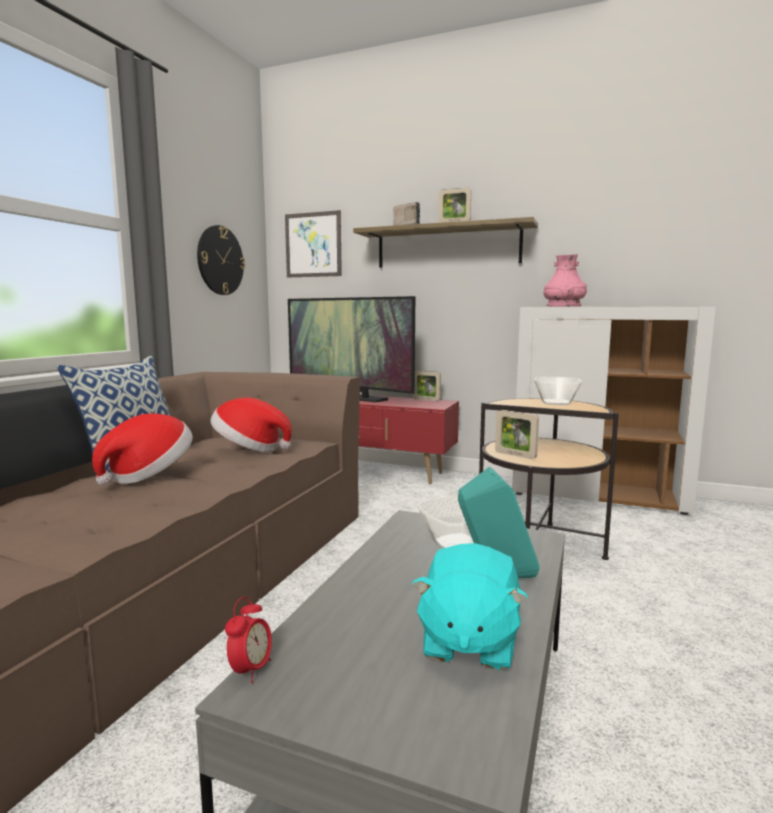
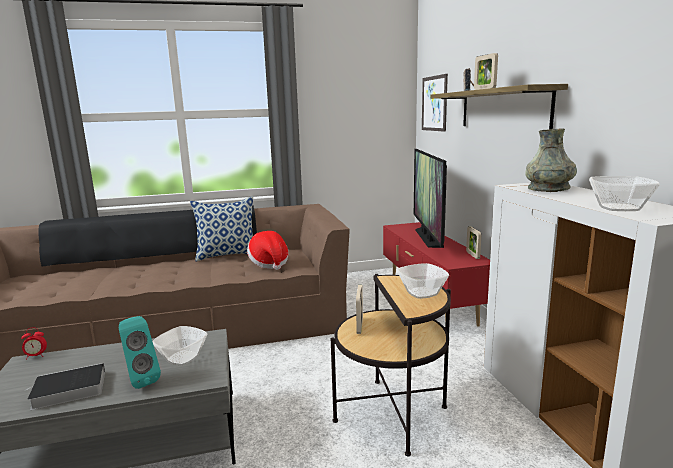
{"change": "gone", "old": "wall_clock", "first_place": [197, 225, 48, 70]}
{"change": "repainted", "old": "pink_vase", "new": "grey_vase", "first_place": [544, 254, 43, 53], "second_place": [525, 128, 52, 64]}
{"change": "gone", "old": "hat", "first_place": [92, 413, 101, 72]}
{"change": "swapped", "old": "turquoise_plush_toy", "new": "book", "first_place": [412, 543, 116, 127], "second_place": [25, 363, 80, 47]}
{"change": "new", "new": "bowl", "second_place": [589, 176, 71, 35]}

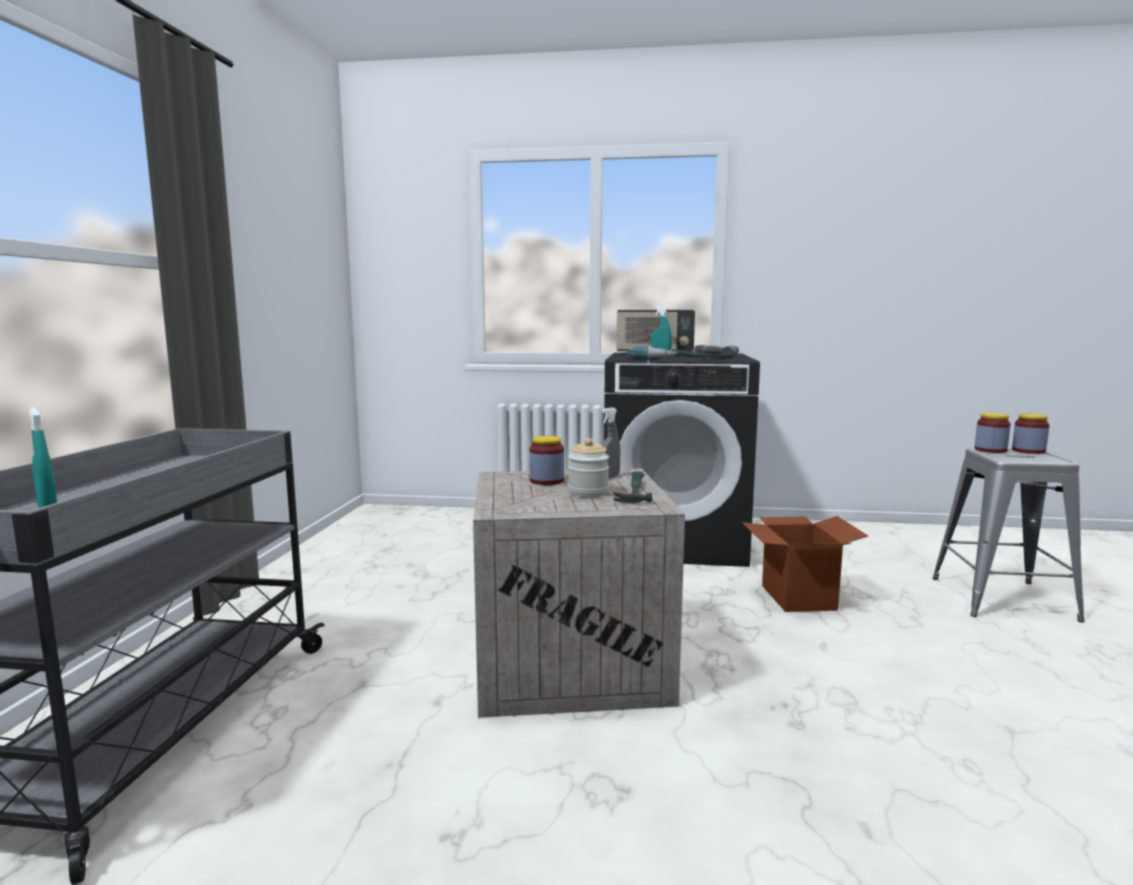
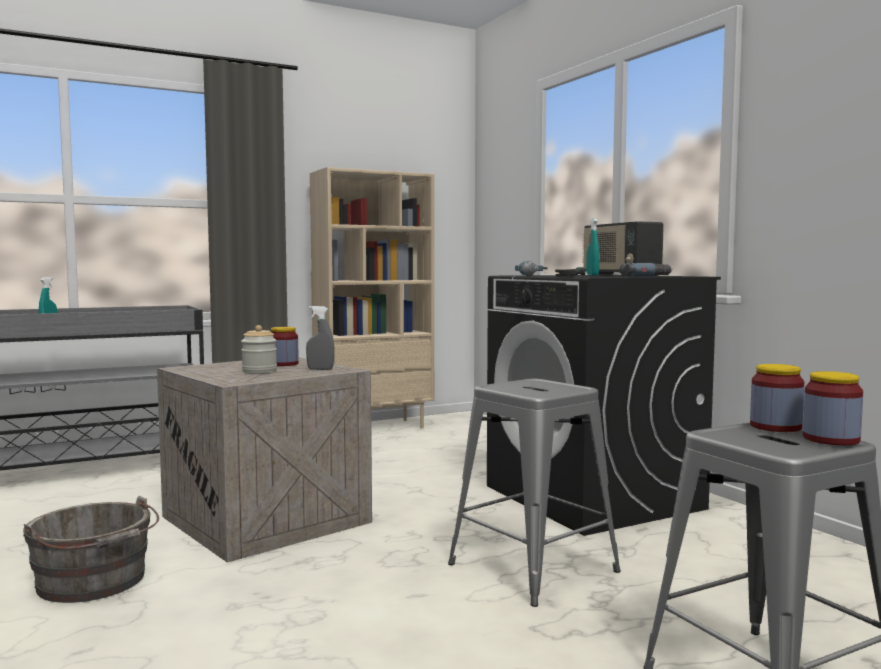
{"change": "gone", "old": "hammer", "first_place": [613, 471, 39, 32]}
{"change": "swapped", "old": "cardboard_box", "new": "grey_stool", "first_place": [742, 516, 126, 96], "second_place": [448, 379, 173, 228]}
{"change": "new", "new": "beige_bookcase", "second_place": [310, 167, 124, 261]}
{"change": "new", "new": "grey_bucket", "second_place": [23, 496, 136, 107]}

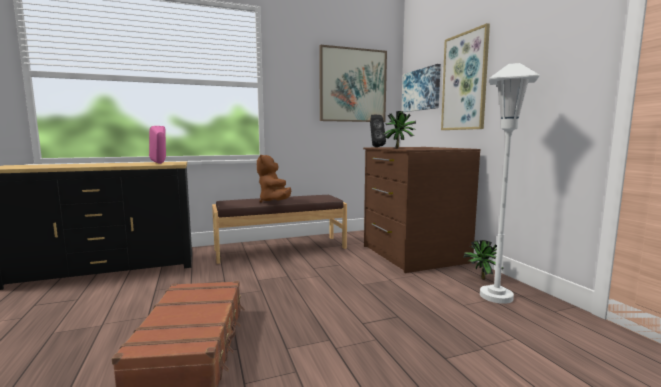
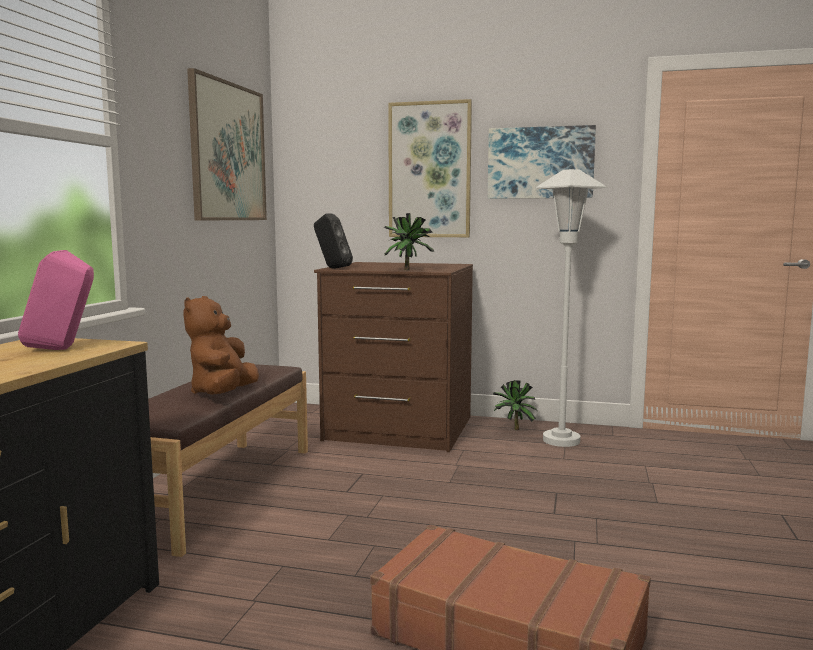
{"change": "shifted", "old": "picture", "first_place": [402, 64, 39, 48], "second_place": [488, 125, 108, 74]}
{"change": "rotated", "old": "brown_plush_toy", "first_place": [257, 155, 34, 48], "second_place": [183, 296, 76, 99], "degrees": 75}

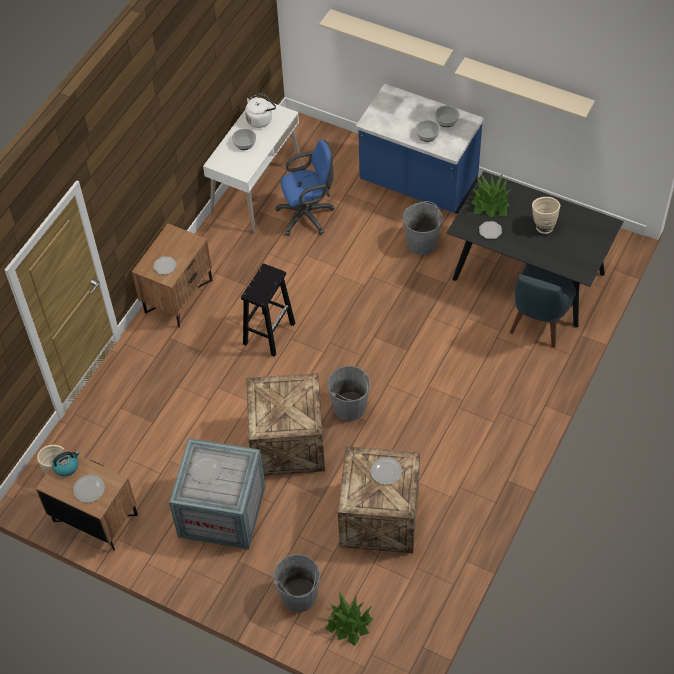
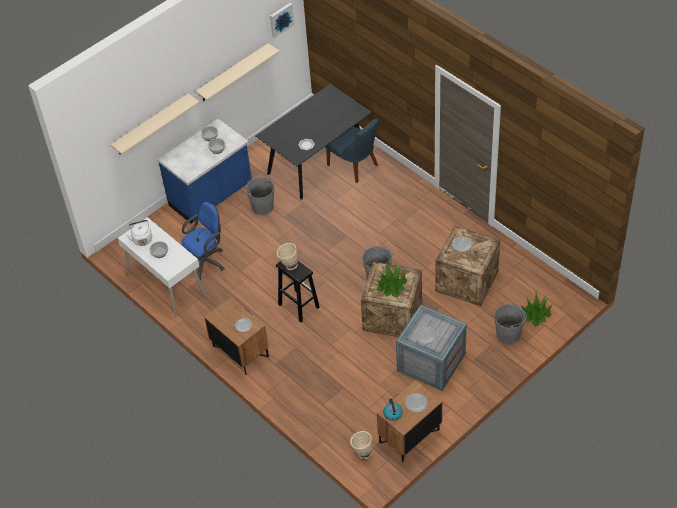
{"change": "rotated", "old": "blue_office_chair", "first_place": [275, 140, 60, 96], "second_place": [181, 202, 43, 78], "degrees": 45}
{"change": "shifted", "old": "potted_plant", "first_place": [471, 173, 40, 44], "second_place": [377, 263, 30, 35]}
{"change": "shifted", "old": "beige_vase", "first_place": [532, 197, 28, 37], "second_place": [277, 243, 21, 27]}
{"change": "new", "new": "picture", "second_place": [270, 3, 24, 35]}

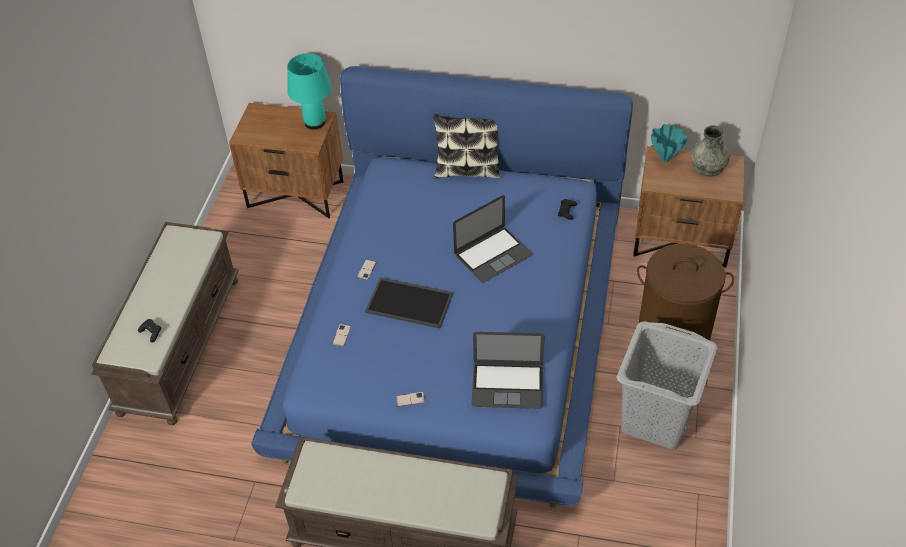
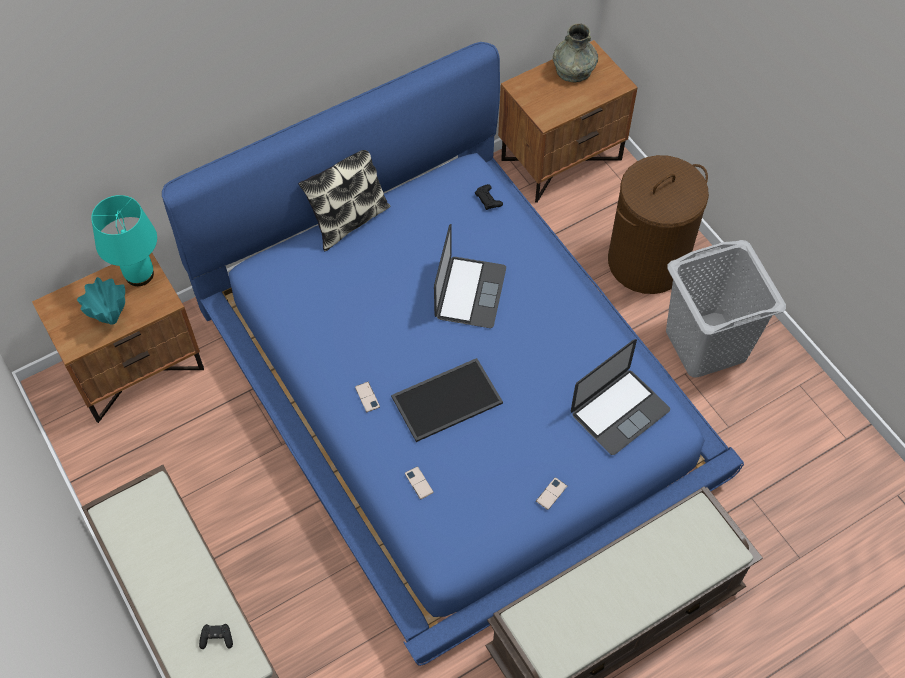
{"change": "shifted", "old": "turquoise_vase", "first_place": [651, 124, 37, 38], "second_place": [77, 277, 48, 48]}

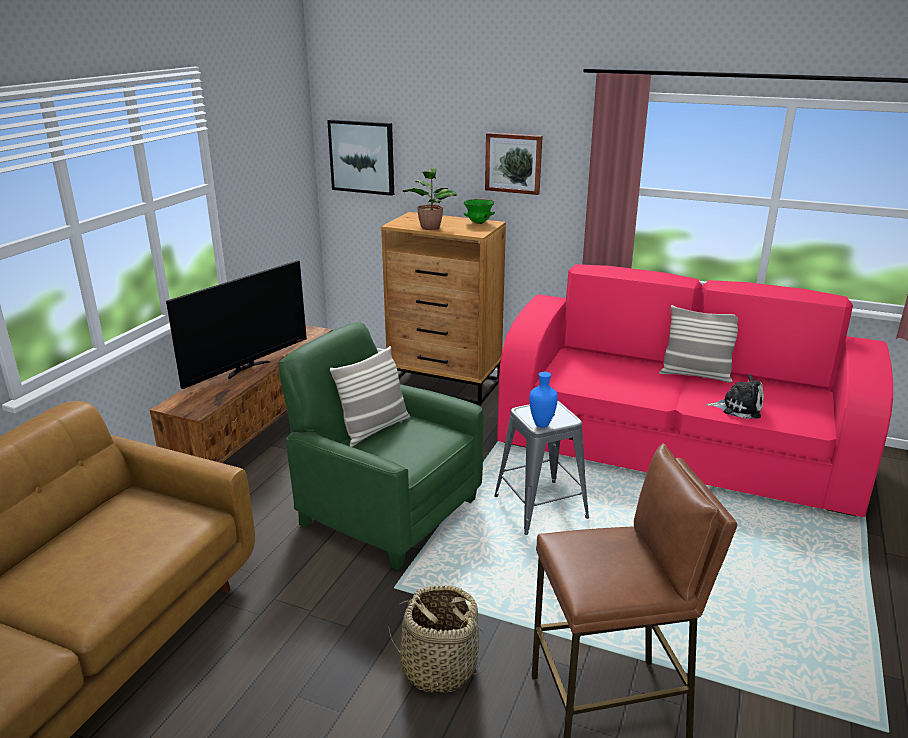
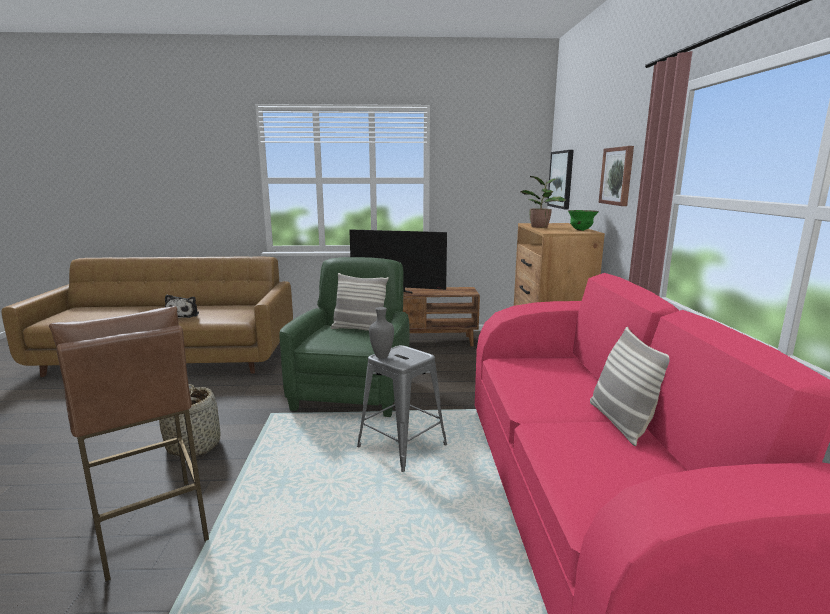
{"change": "repainted", "old": "blue_vase", "new": "grey_vase", "first_place": [529, 372, 29, 56], "second_place": [369, 307, 25, 52]}
{"change": "shifted", "old": "plush_toy", "first_place": [706, 374, 58, 45], "second_place": [165, 295, 34, 23]}

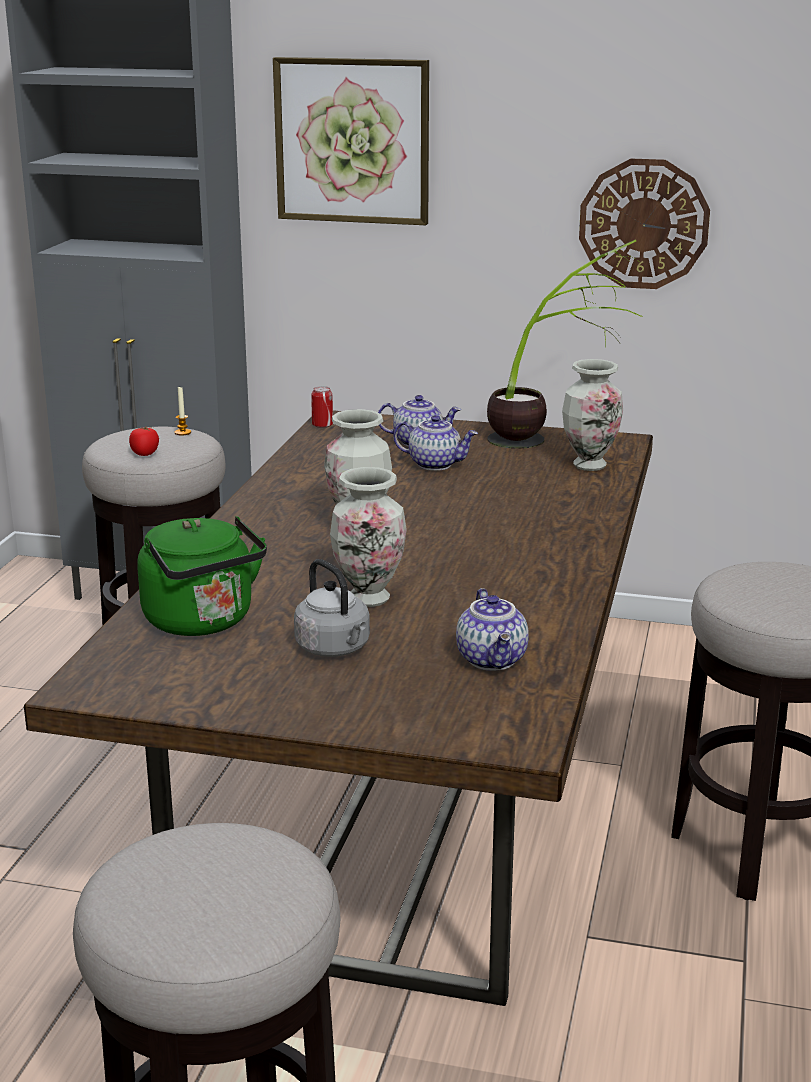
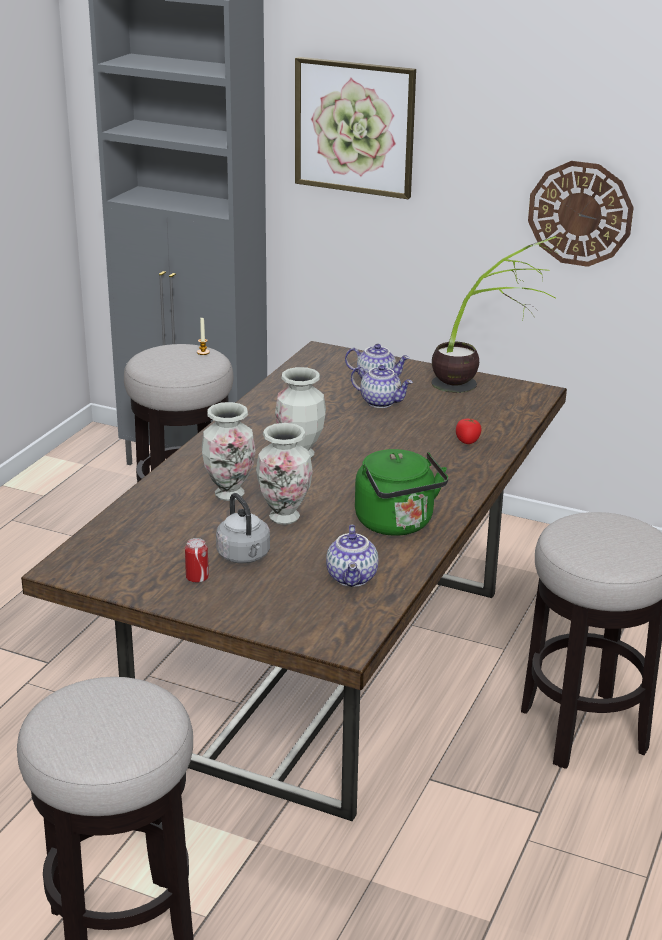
{"change": "shifted", "old": "vase", "first_place": [562, 359, 61, 112], "second_place": [202, 402, 54, 99]}
{"change": "shifted", "old": "can", "first_place": [311, 386, 22, 42], "second_place": [185, 538, 24, 45]}
{"change": "shifted", "old": "tomato", "first_place": [129, 427, 30, 29], "second_place": [456, 418, 26, 26]}
{"change": "shifted", "old": "green_kettle", "first_place": [137, 516, 130, 120], "second_place": [355, 449, 93, 87]}

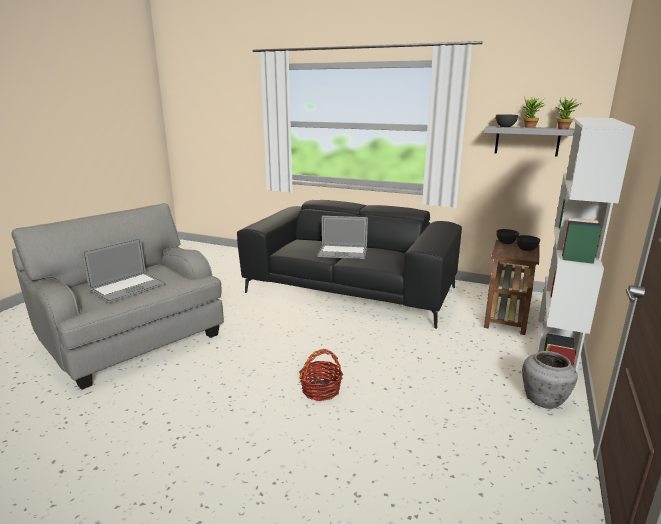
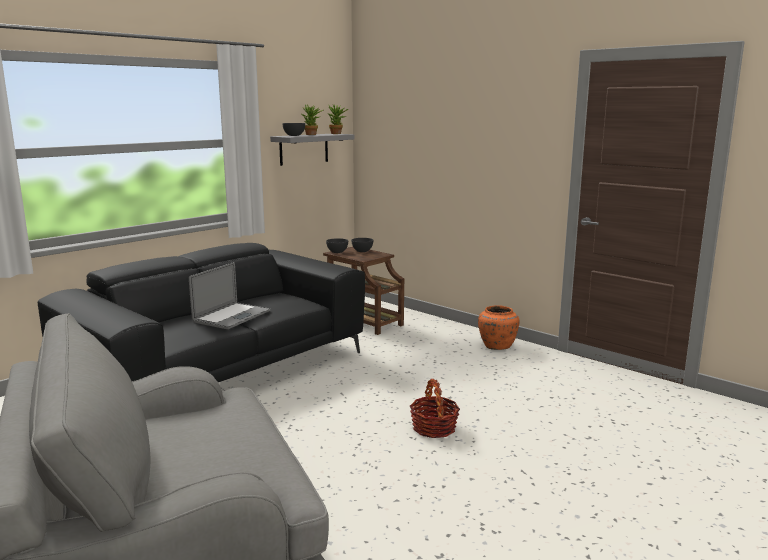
{"change": "gone", "old": "white_bookcase", "first_place": [537, 117, 98, 271]}
{"change": "gone", "old": "laptop", "first_place": [82, 237, 84, 66]}
{"change": "repainted", "old": "grey_vase", "new": "orange_vase", "first_place": [522, 351, 55, 58], "second_place": [478, 305, 41, 45]}

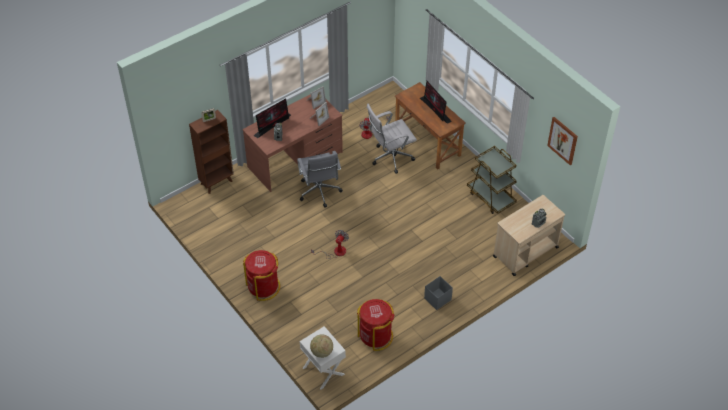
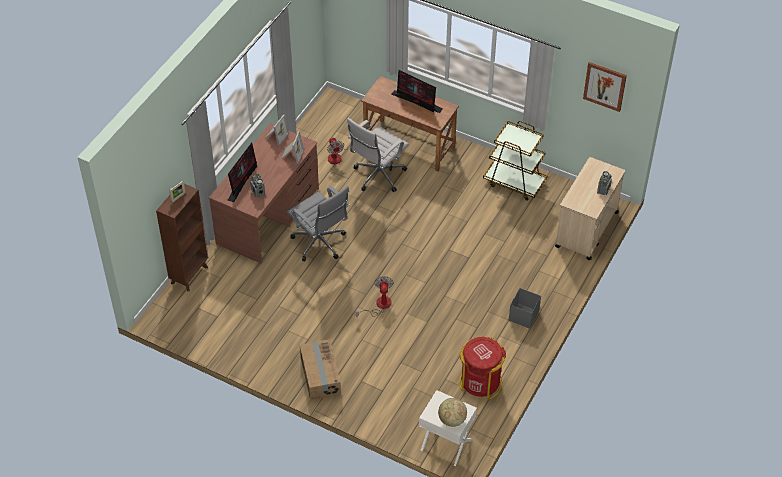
{"change": "swapped", "old": "red_trash_can", "new": "cardboard_box", "first_place": [243, 250, 37, 51], "second_place": [300, 339, 41, 61]}

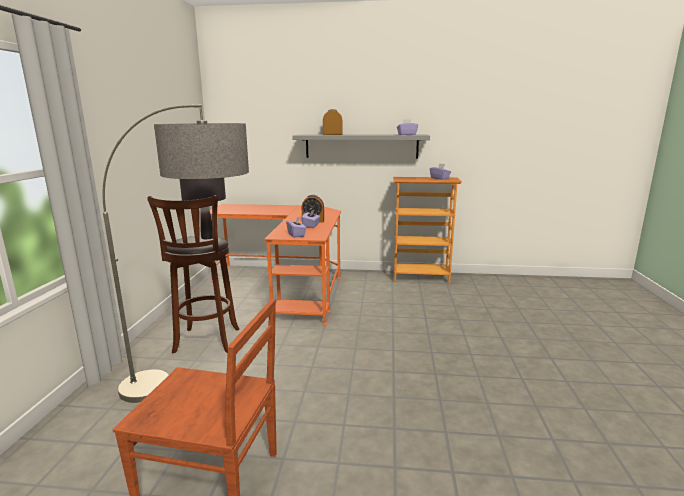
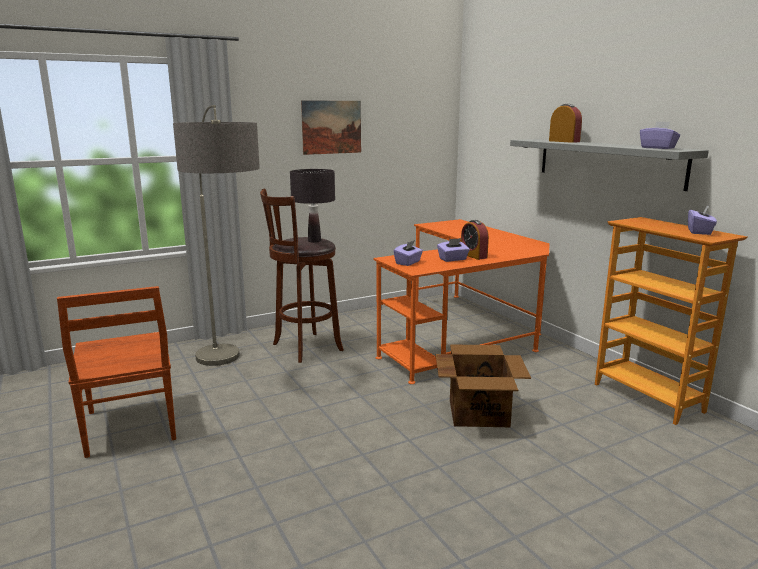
{"change": "new", "new": "picture", "second_place": [301, 100, 60, 55]}
{"change": "new", "new": "cardboard_box", "second_place": [436, 344, 95, 83]}

